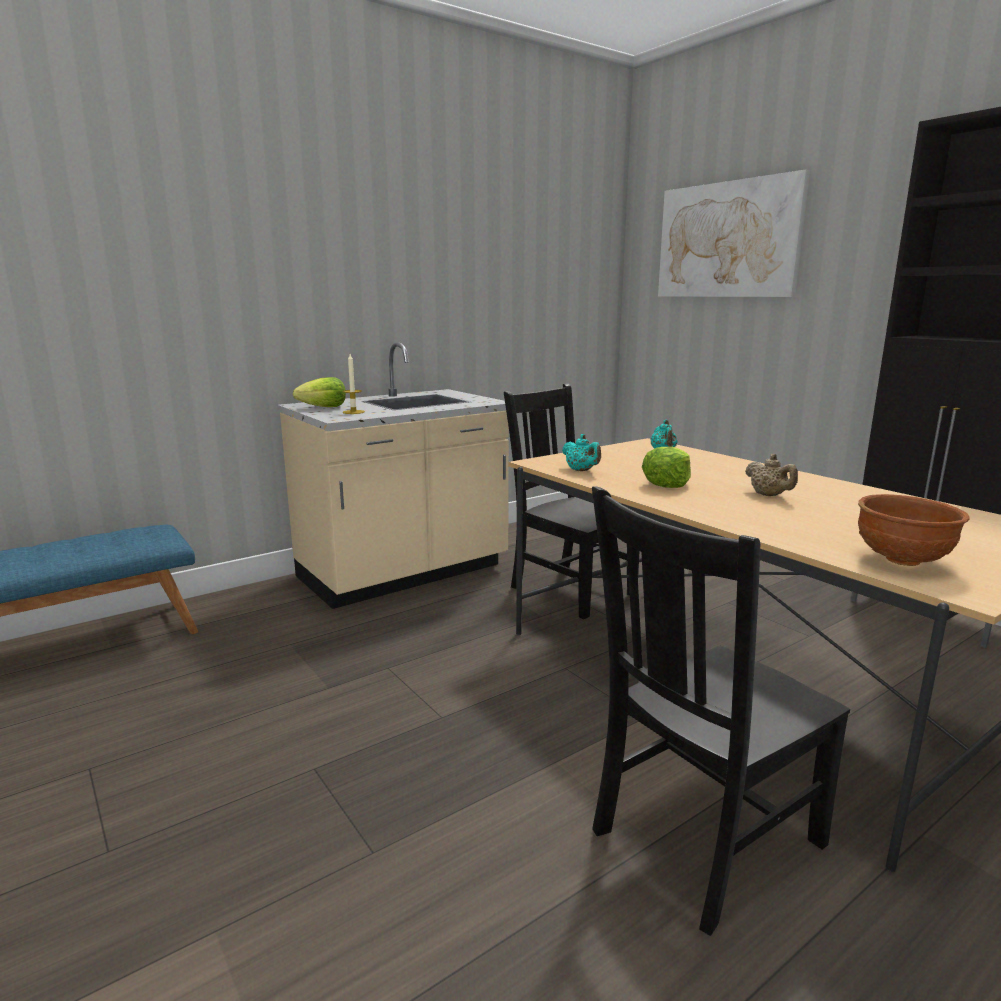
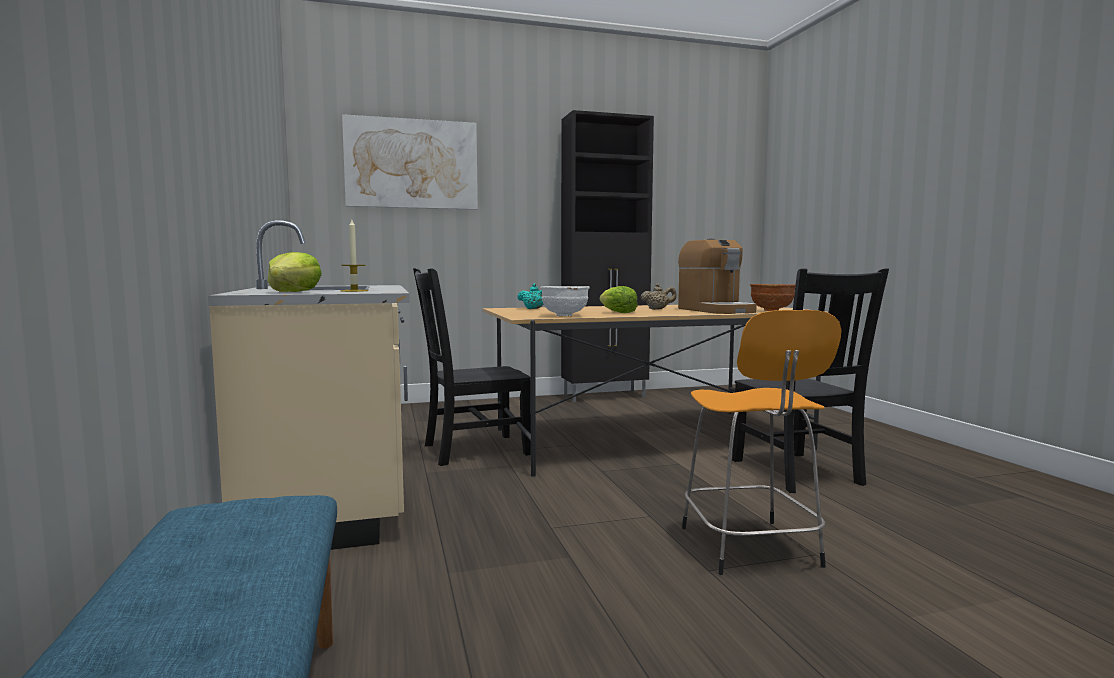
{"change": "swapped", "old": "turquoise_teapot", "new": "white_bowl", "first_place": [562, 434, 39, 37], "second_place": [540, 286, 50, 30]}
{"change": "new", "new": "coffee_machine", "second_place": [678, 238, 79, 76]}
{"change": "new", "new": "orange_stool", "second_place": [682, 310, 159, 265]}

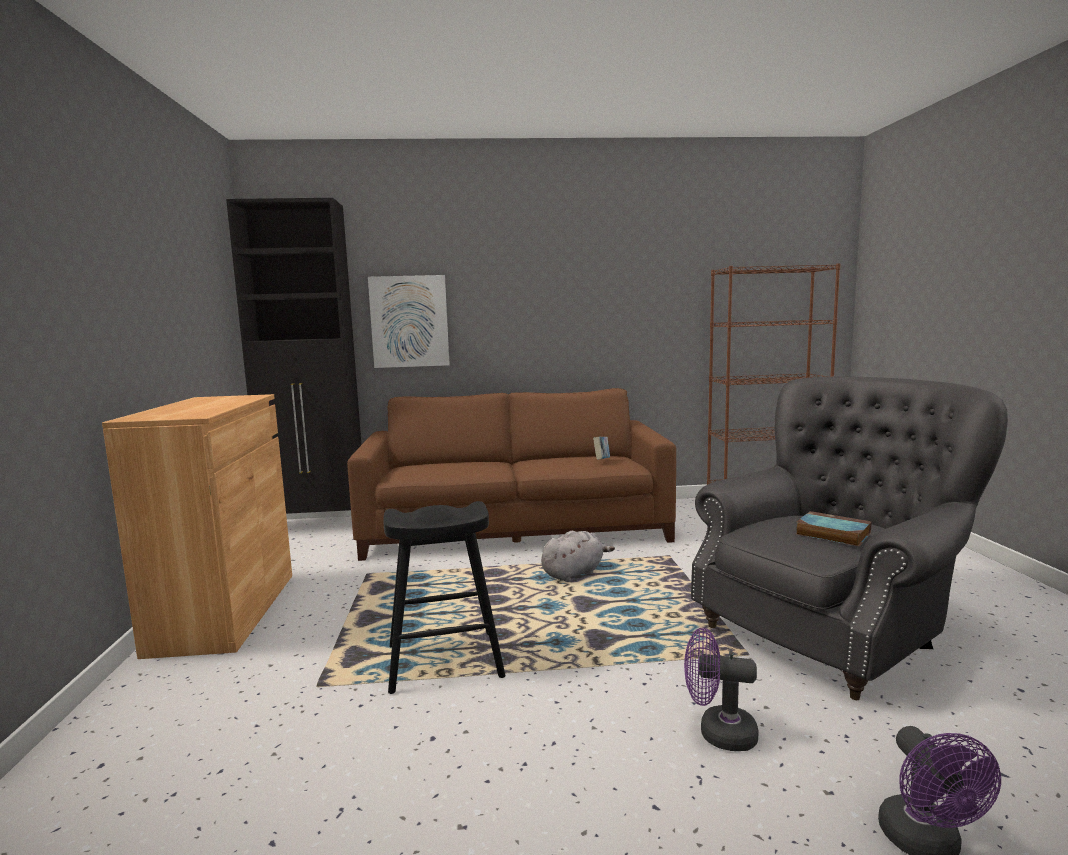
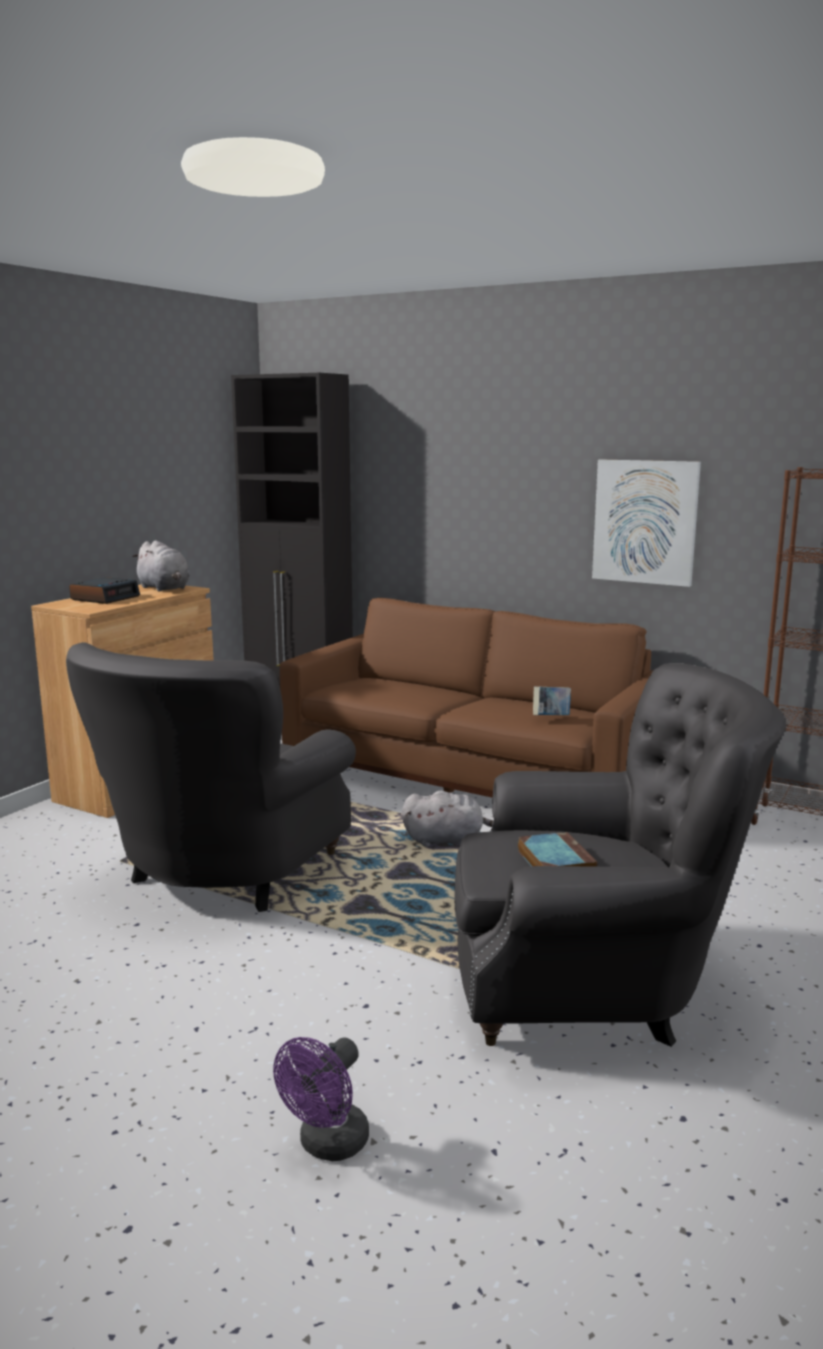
{"change": "shifted", "old": "picture", "first_place": [368, 275, 82, 93], "second_place": [592, 459, 109, 128]}
{"change": "swapped", "old": "black_stool", "new": "grey_armchair", "first_place": [383, 501, 123, 193], "second_place": [66, 642, 290, 270]}
{"change": "gone", "old": "purple_fan", "first_place": [684, 628, 74, 123]}
{"change": "new", "new": "grey_plush_toy", "second_place": [132, 540, 58, 52]}
{"change": "new", "new": "alarm_clock", "second_place": [69, 577, 71, 27]}

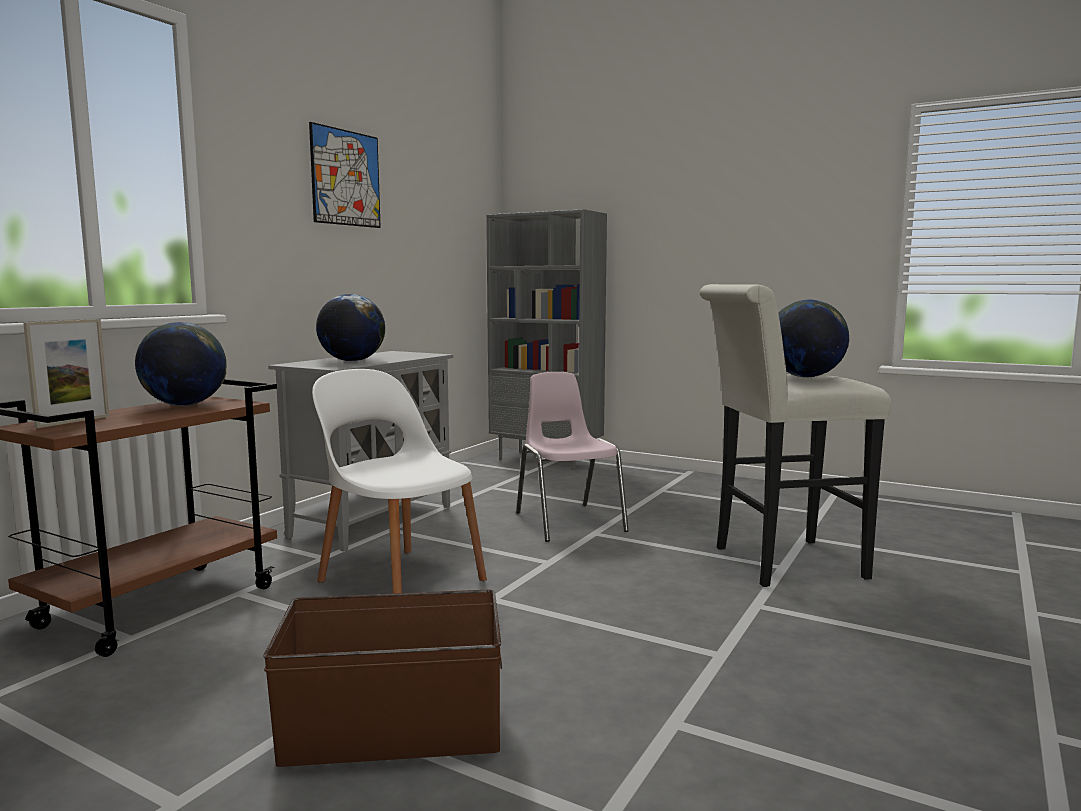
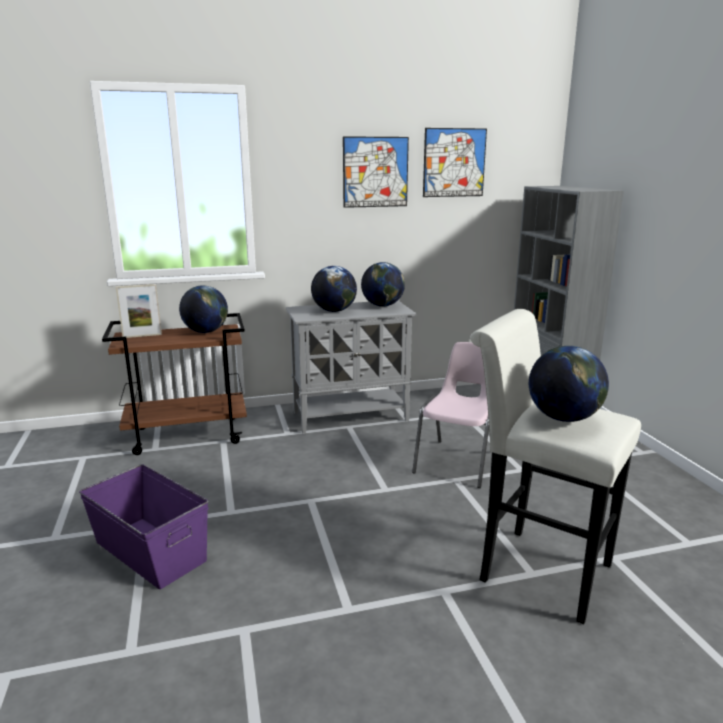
{"change": "gone", "old": "white_chair", "first_place": [312, 369, 175, 225]}
{"change": "repainted", "old": "brown_storage_box", "new": "purple_storage_box", "first_place": [263, 590, 239, 177], "second_place": [79, 464, 130, 125]}
{"change": "new", "new": "picture", "second_place": [423, 128, 64, 69]}
{"change": "new", "new": "globe", "second_place": [361, 262, 44, 45]}

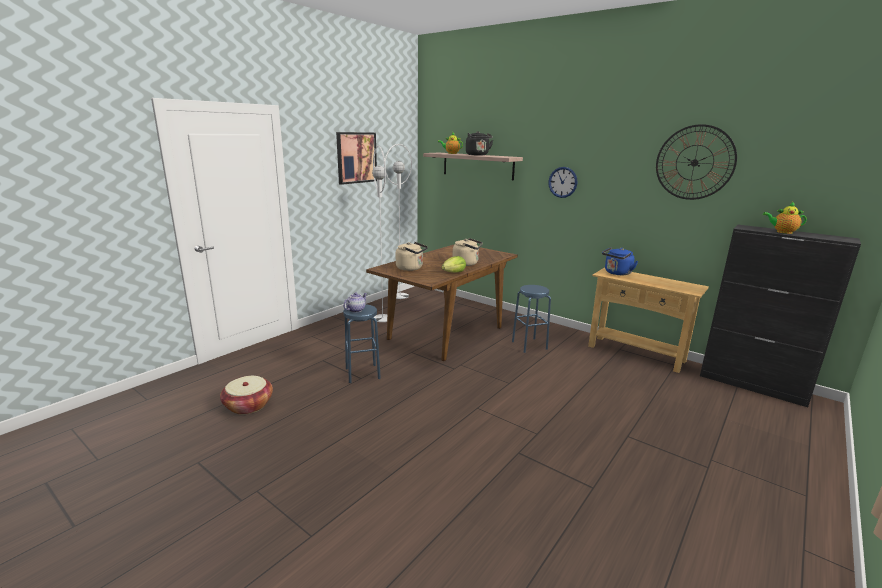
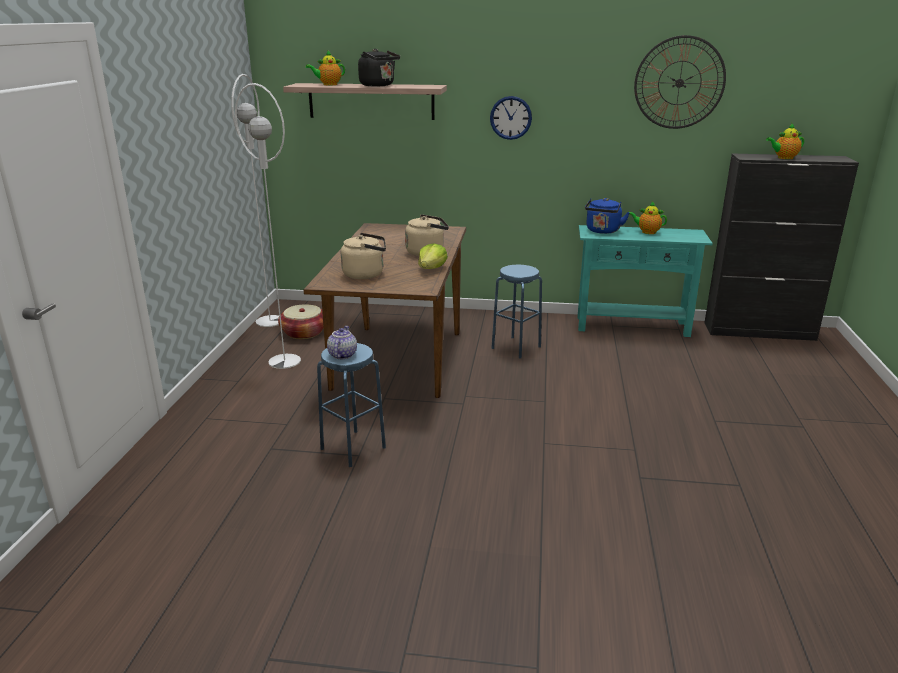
{"change": "gone", "old": "picture", "first_place": [336, 132, 41, 53]}
{"change": "repainted", "old": "beige_console_table", "new": "turquoise_console_table", "first_place": [588, 267, 121, 106], "second_place": [577, 225, 136, 112]}
{"change": "shifted", "old": "basket", "first_place": [220, 376, 53, 39], "second_place": [278, 305, 46, 34]}
{"change": "new", "new": "teapot", "second_place": [629, 201, 38, 33]}

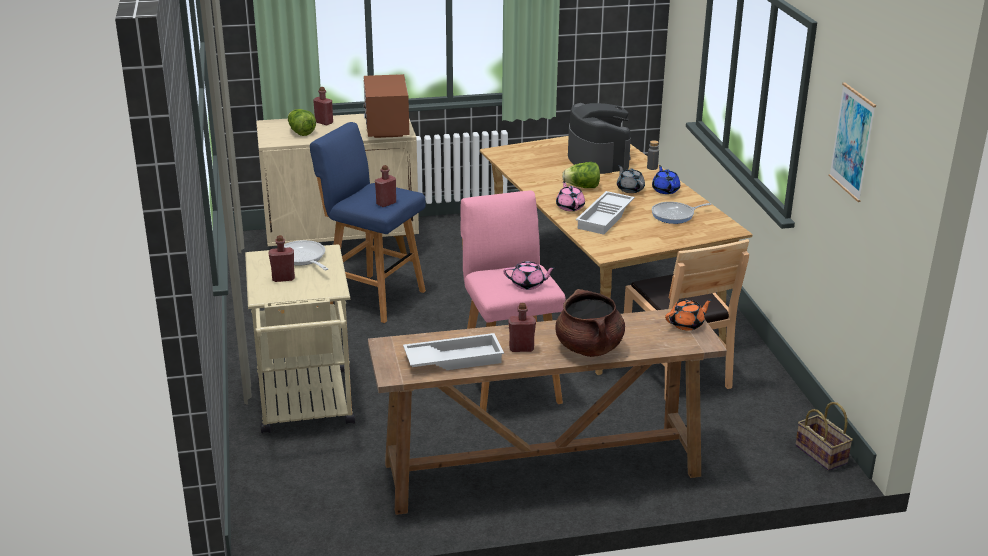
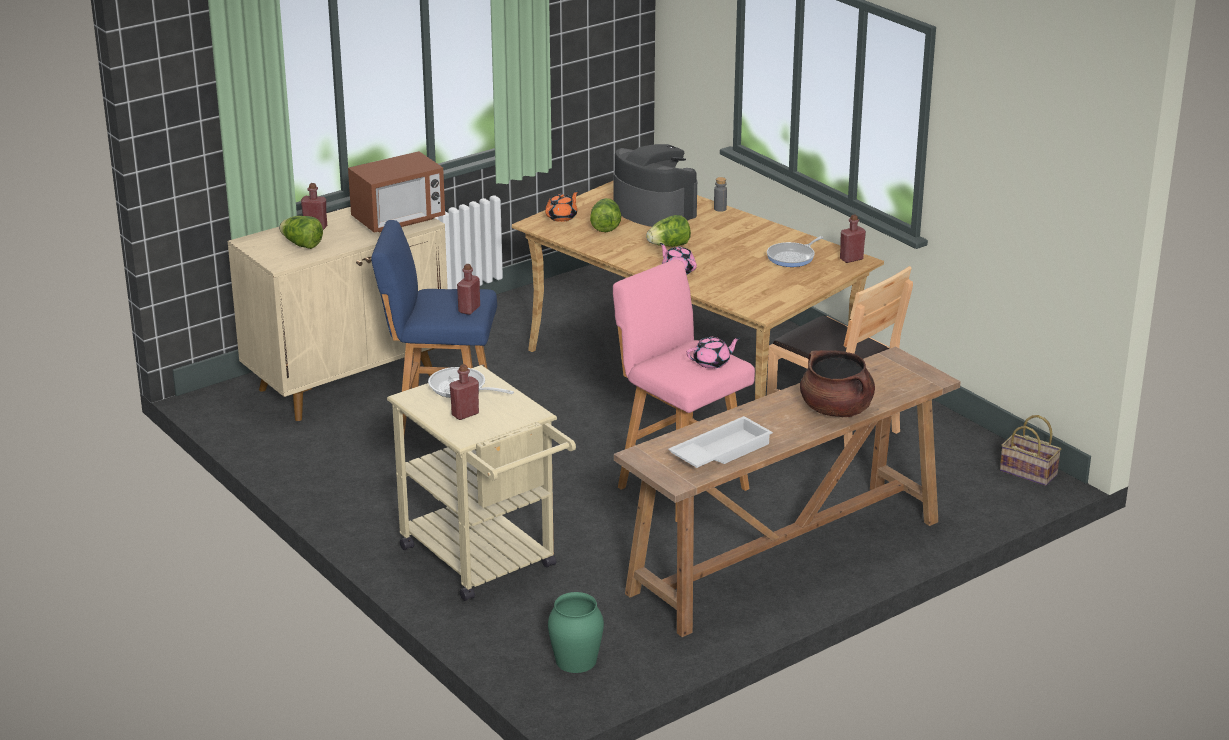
{"change": "rotated", "old": "microwave", "first_place": [363, 74, 47, 64], "second_place": [348, 151, 97, 82], "degrees": -90}
{"change": "gone", "old": "picture", "first_place": [829, 83, 47, 119]}
{"change": "gone", "old": "grey_teapot", "first_place": [617, 165, 28, 28]}
{"change": "gone", "old": "blue_teapot", "first_place": [652, 165, 28, 29]}
{"change": "gone", "old": "white_tray", "first_place": [576, 191, 59, 44]}
{"change": "shifted", "old": "orange_teapot", "first_place": [665, 299, 47, 32], "second_place": [545, 191, 33, 31]}
{"change": "shifted", "old": "red_bottle", "first_place": [508, 303, 28, 49], "second_place": [840, 215, 26, 48]}
{"change": "new", "new": "lettuce", "second_place": [590, 198, 31, 34]}
{"change": "new", "new": "green_vase", "second_place": [548, 592, 56, 81]}

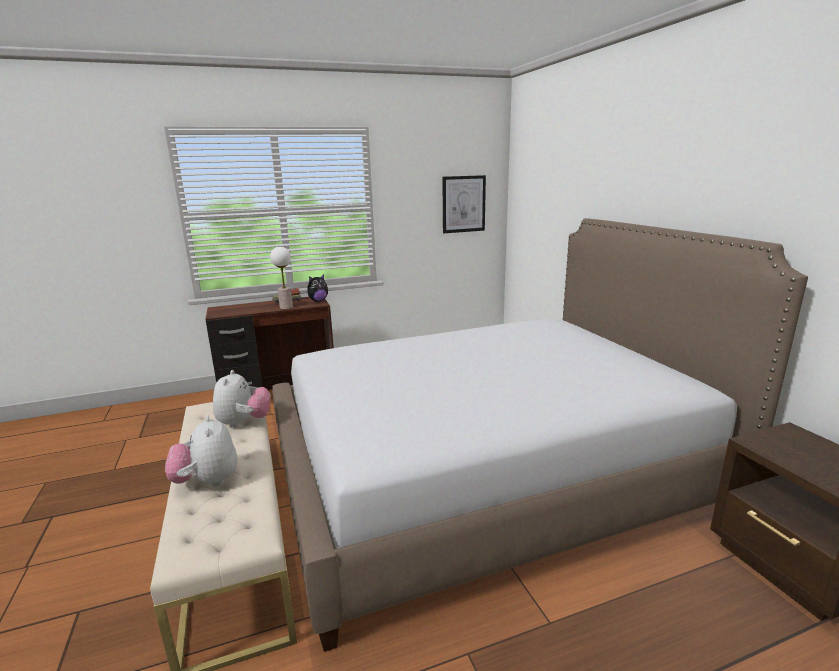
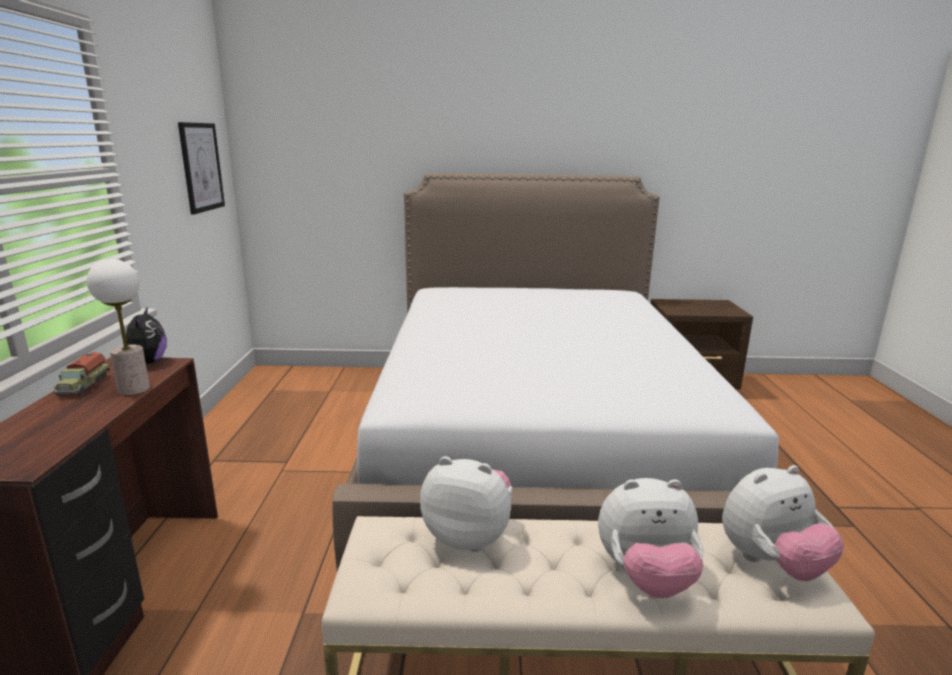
{"change": "new", "new": "plush_toy", "second_place": [722, 465, 122, 116]}

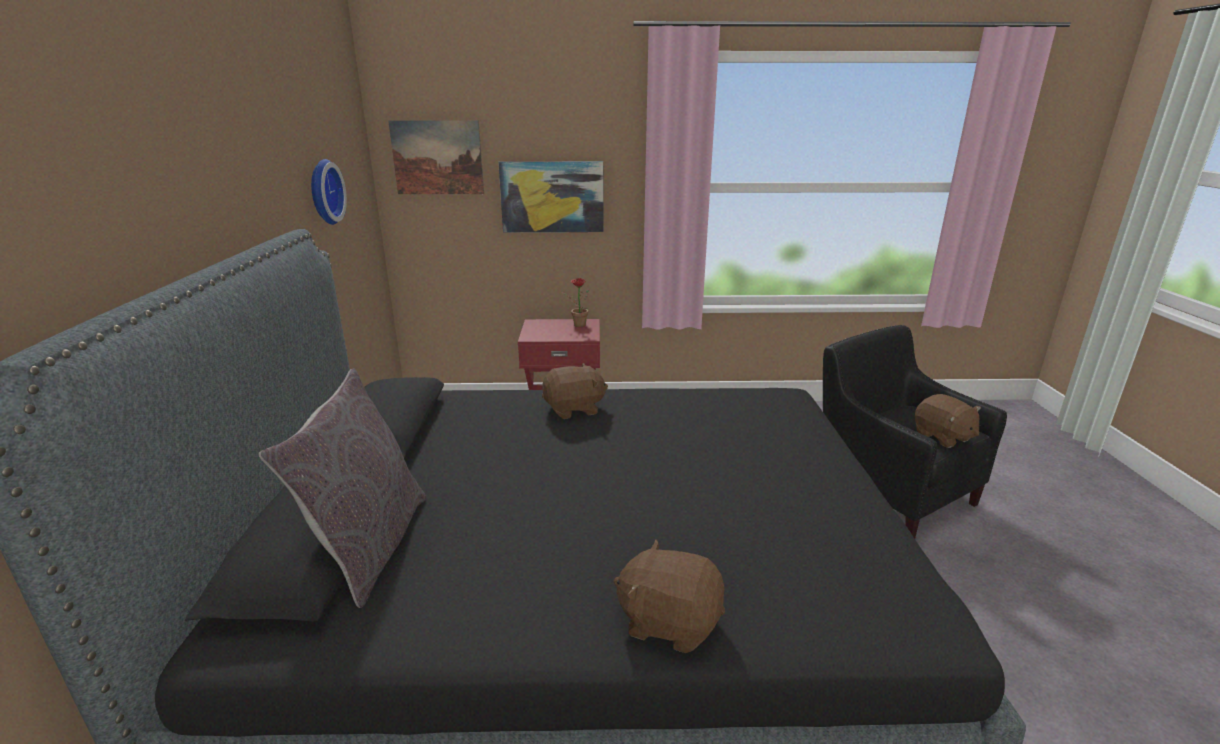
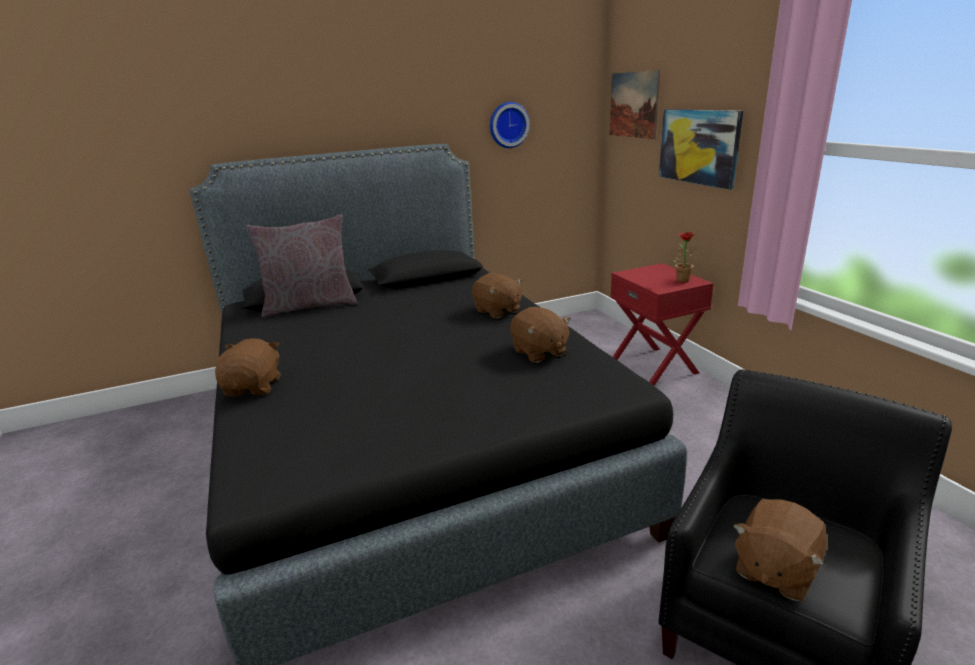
{"change": "new", "new": "brown_plush_toy", "second_place": [510, 307, 61, 56]}

